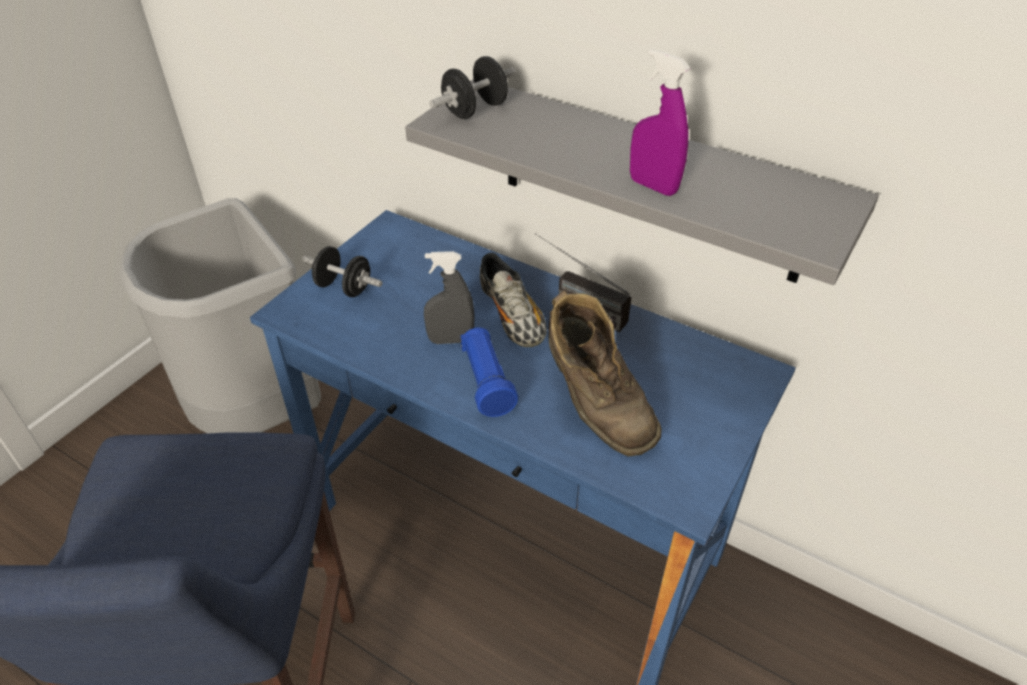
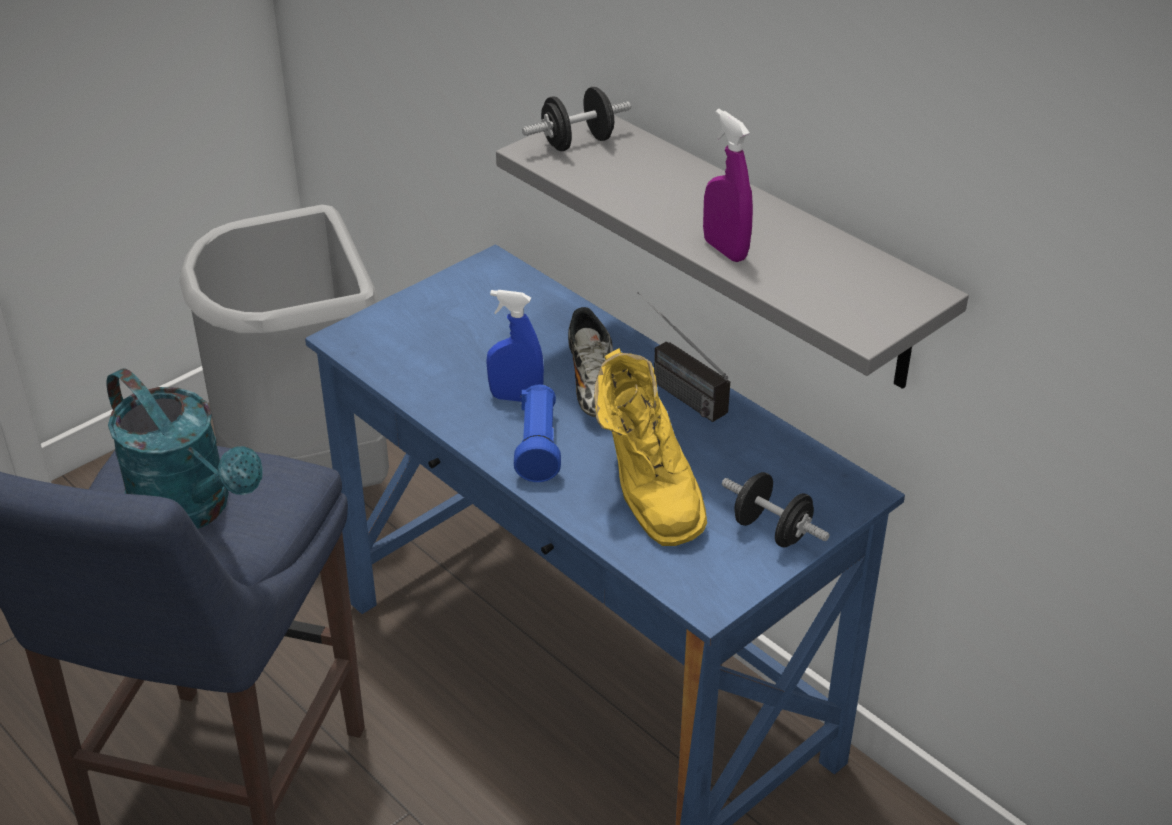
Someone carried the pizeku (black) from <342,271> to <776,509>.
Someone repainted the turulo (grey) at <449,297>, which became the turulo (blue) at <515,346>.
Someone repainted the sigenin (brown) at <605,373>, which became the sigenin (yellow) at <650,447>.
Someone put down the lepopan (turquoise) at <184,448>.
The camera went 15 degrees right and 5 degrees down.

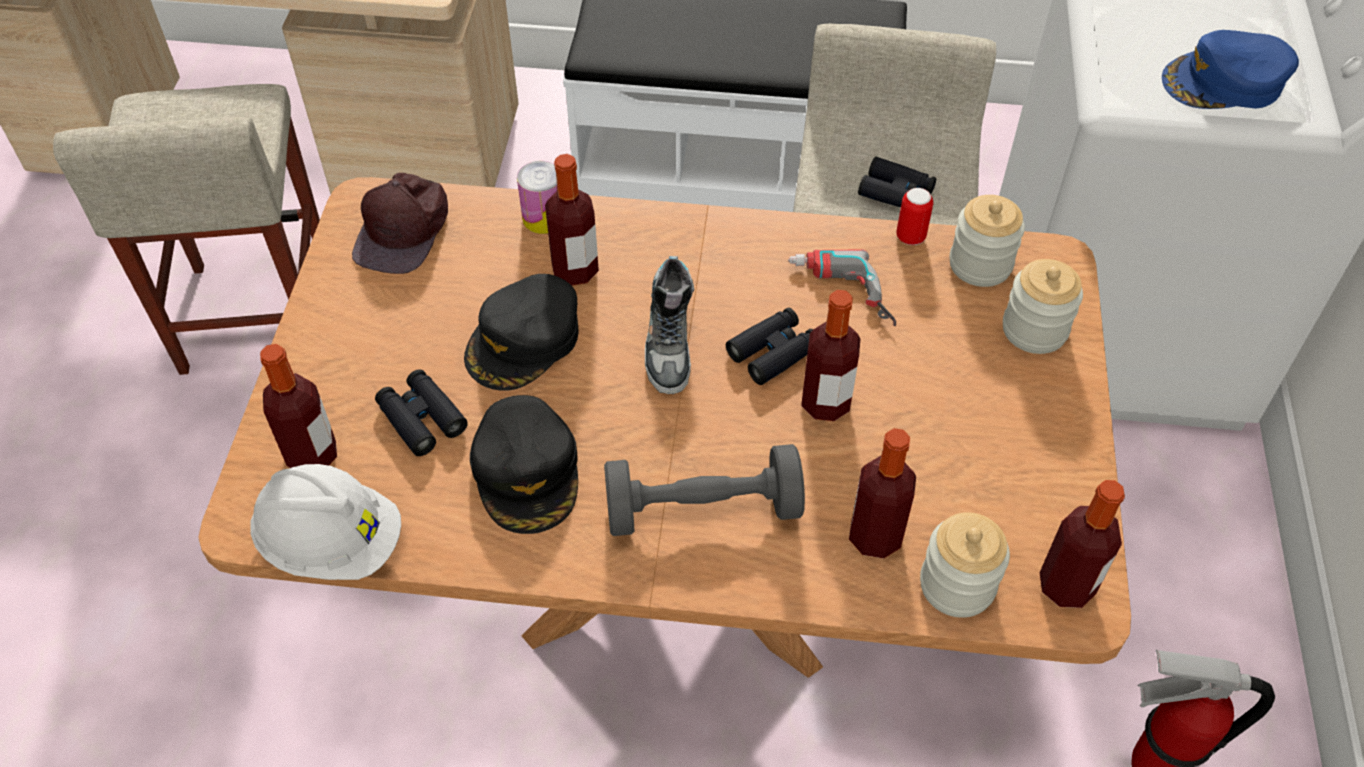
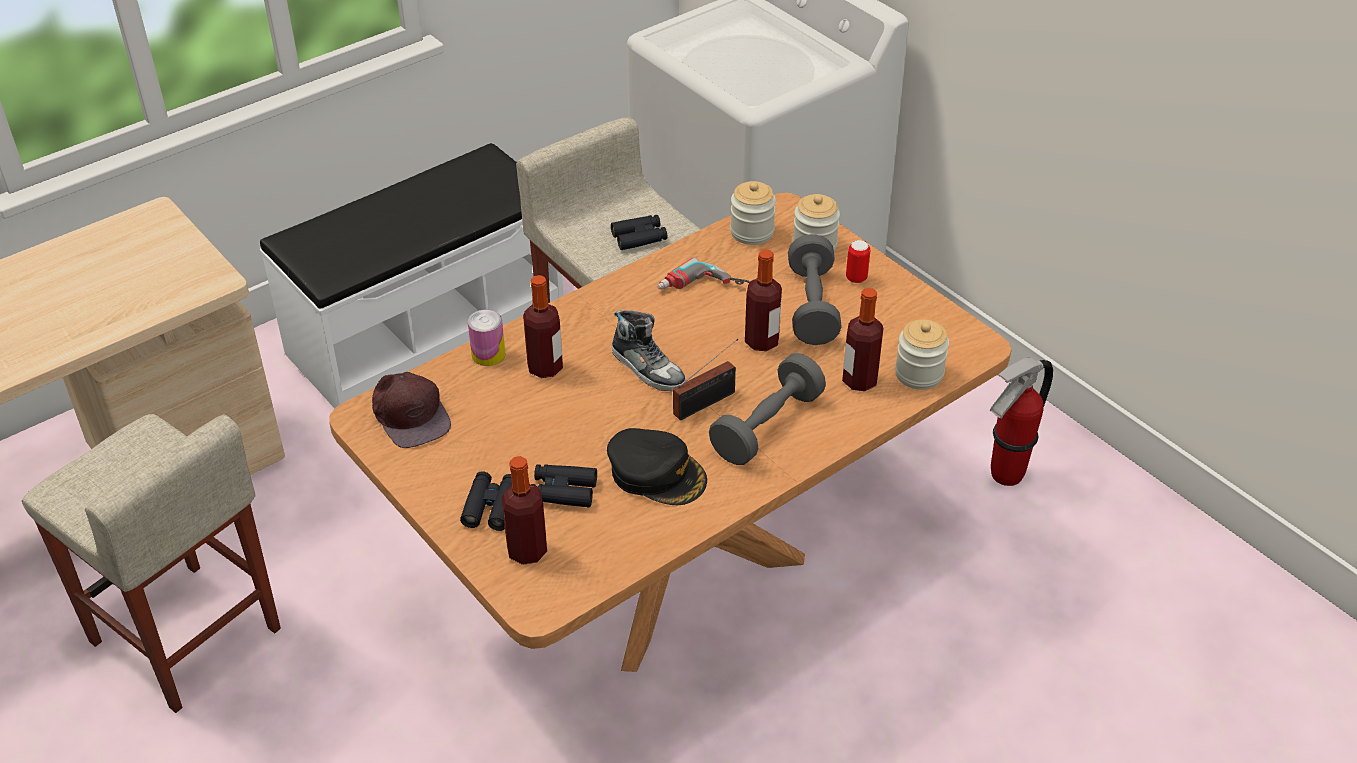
Someone took away the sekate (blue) at <1230,69>.
Someone carried the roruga from <914,216> to <858,261>.
Someone took away the sekate (black) at <521,332>.
Someone carried the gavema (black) from <769,346> to <486,501>.
Someone took away the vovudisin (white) at <325,522>.
Someone took away the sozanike at <1082,544>.
Someone put down the pizeku (grey) at <815,289>.
Someone put down the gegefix at <705,379>.
The camera went 45 degrees left and 10 degrees down.

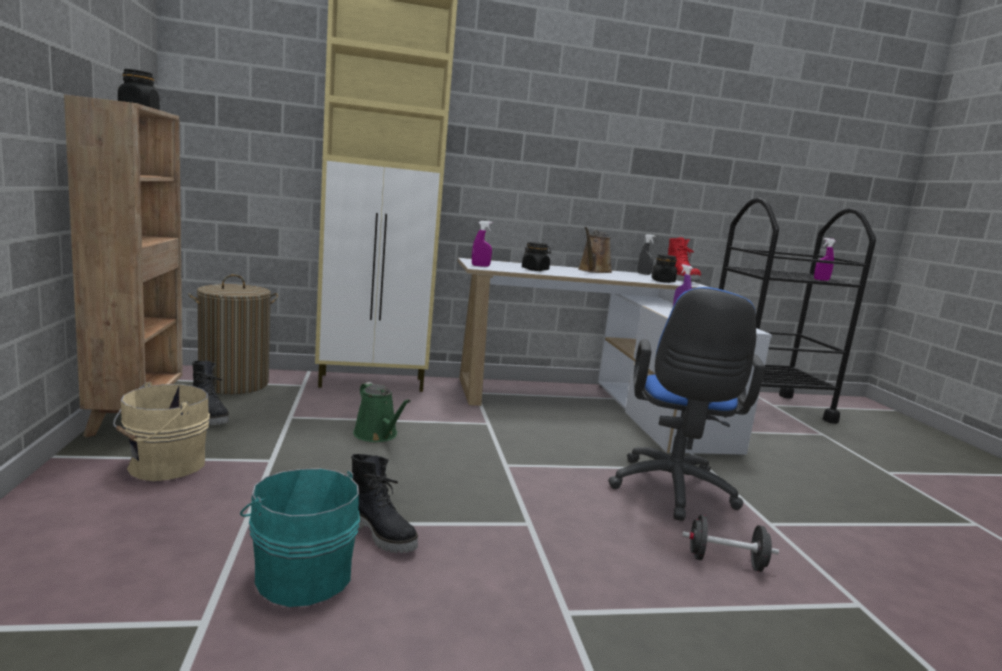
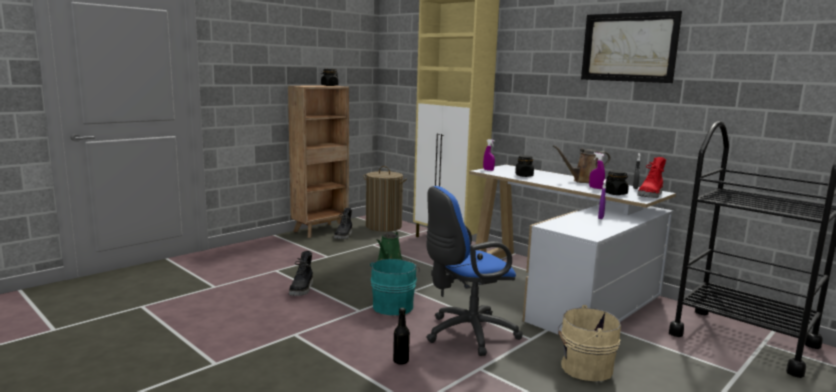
Someone carried the turulo (purple) from <825,259> to <597,171>.
Someone carried the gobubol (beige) from <161,431> to <589,343>.
Someone carried the gobubol (turquoise) from <300,537> to <395,287>.
Someone swapped the pizeku (black) at <730,543> for the sozanike (black) at <401,336>.
Someone put up the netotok at <631,47>.
The camera went 55 degrees right and 0 degrees up.

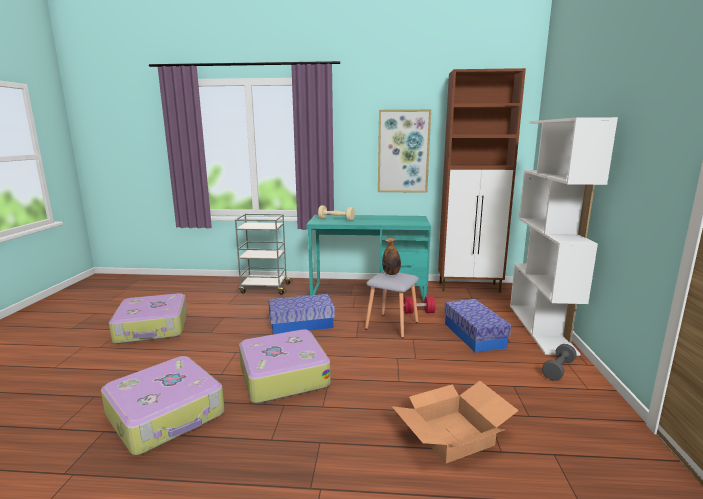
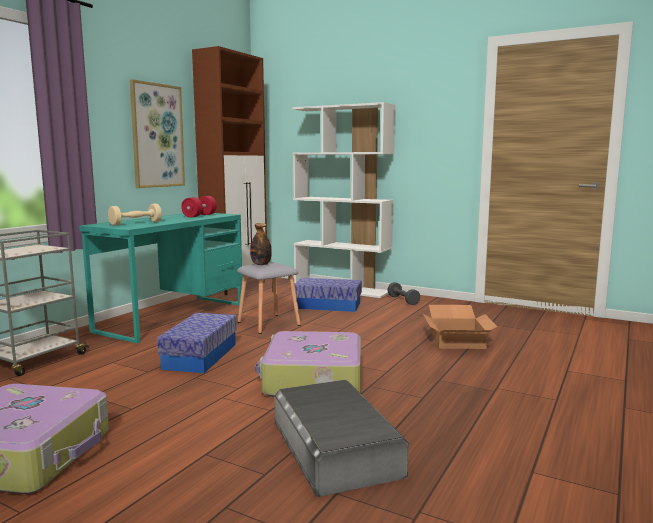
Someone carried the pizeku (red) from <419,305> to <199,207>.
Someone swapped the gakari at <163,405> for the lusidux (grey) at <342,438>.
The camera went 65 degrees left and 5 degrees down.

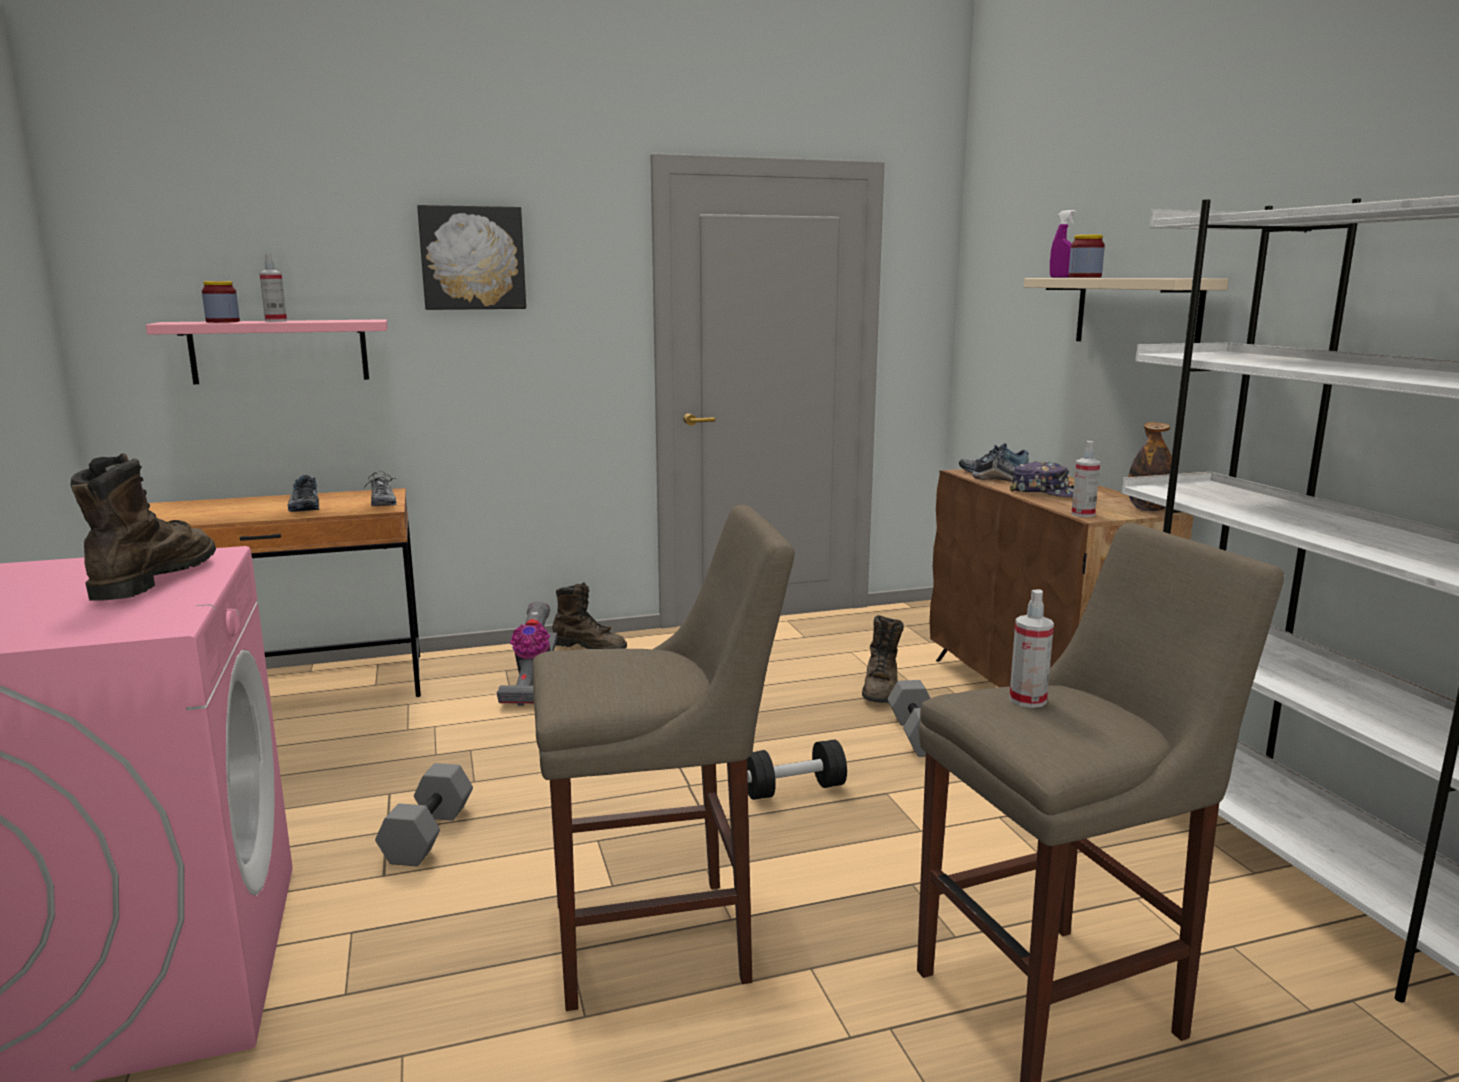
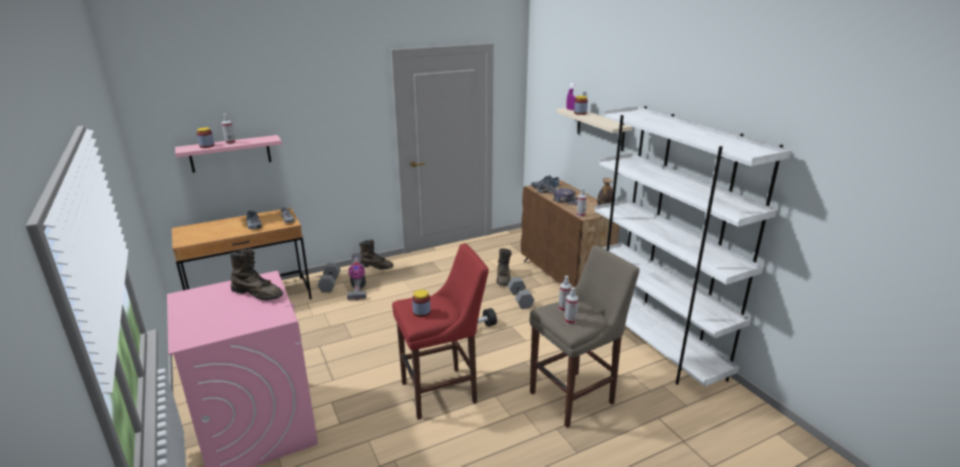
Someone took away the netotok at <471,257>.
Someone rotated the sigenin (brown) at <143,527> by 120 degrees clockwise.
Someone repainted the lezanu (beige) at <663,758>, which became the lezanu (red) at <440,331>.
Someone carried the pizeku (grey) from <424,814> to <329,278>.
Someone put down the turulo at <571,306>.
Someone put down the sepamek at <421,303>.
The camera went 10 degrees left and 10 degrees up.

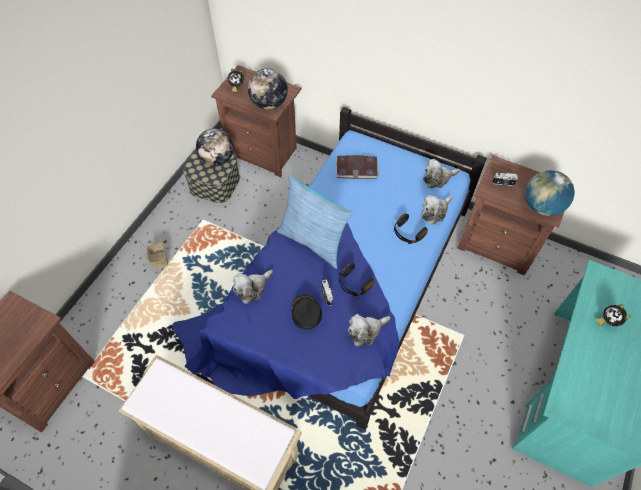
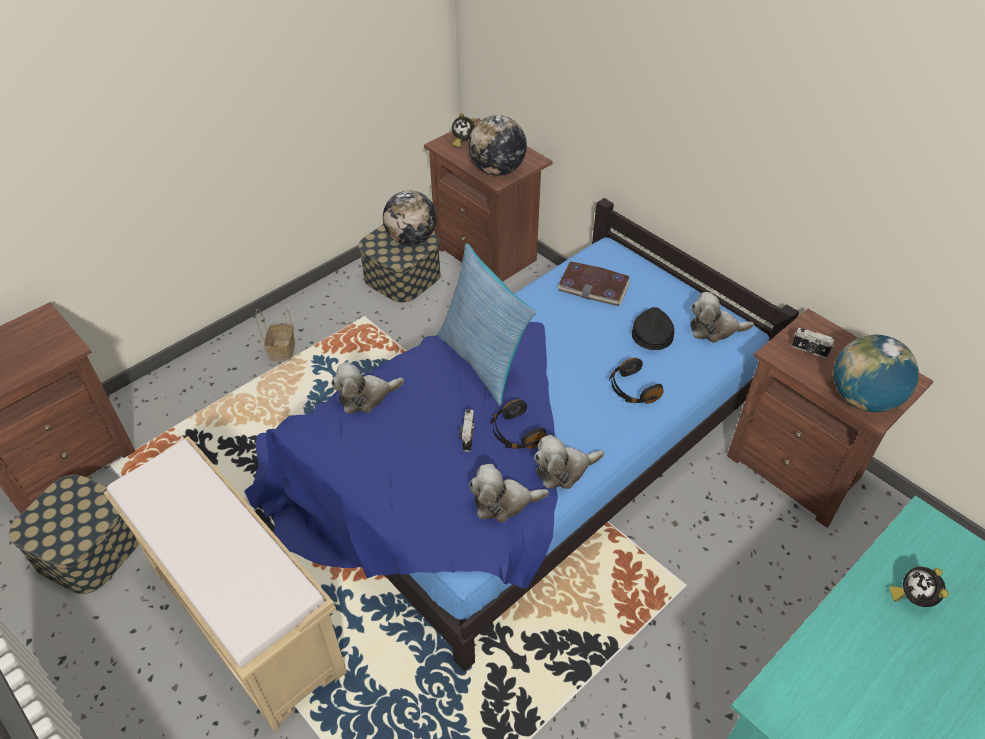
Someone carried the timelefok from <437,210> to <569,462>.
Someone carried the sekate (black) from <307,312> to <653,328>.
Someone put down the lusidux at <74,534>.
The camera went 20 degrees right and 10 degrees down.

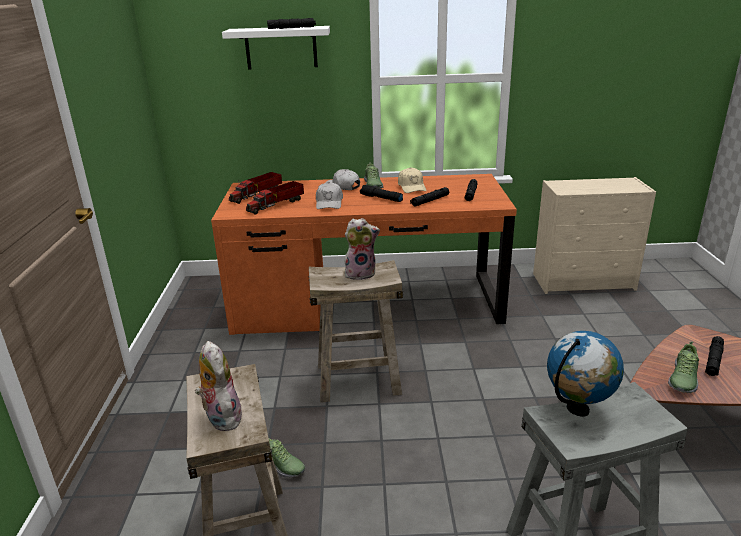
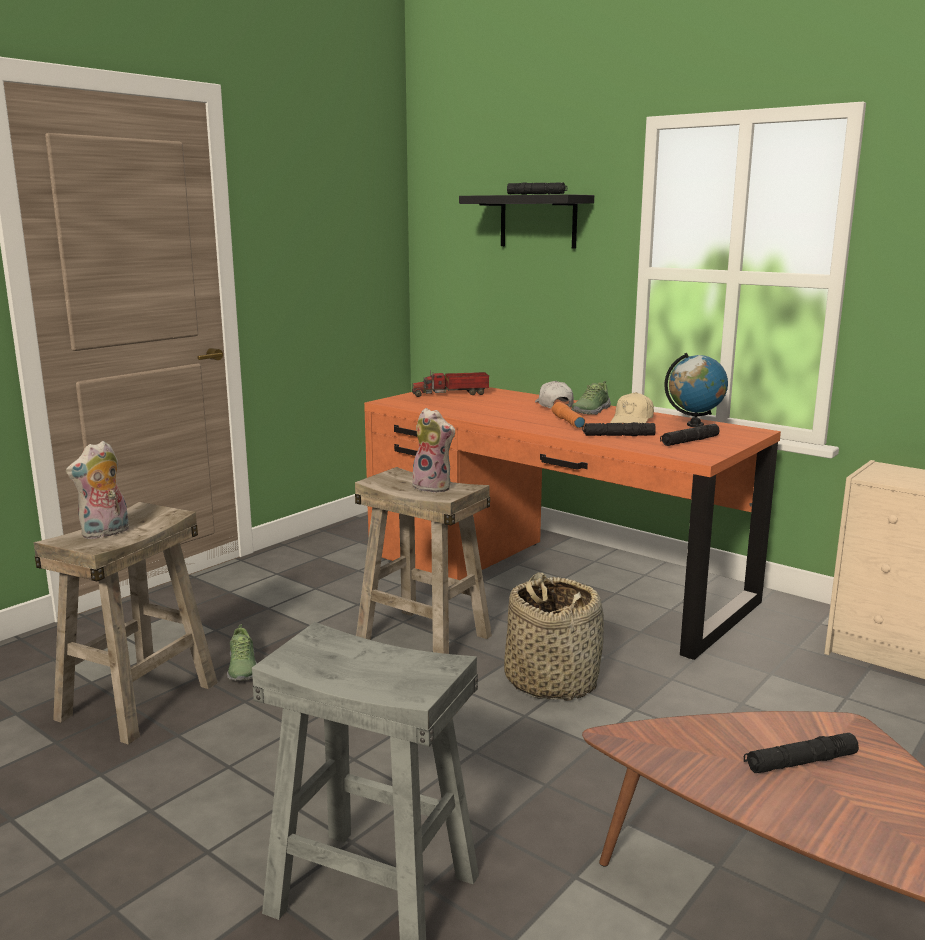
Someone repainted the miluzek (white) at <276,47>, which became the miluzek (black) at <526,221>.
Someone took away the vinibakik at <275,197>.
Someone took away the sekate (white) at <329,195>.
Someone repainted the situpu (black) at <381,193>, which became the situpu (orange) at <568,415>.
Someone carried the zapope from <585,374> to <696,390>.
Someone rotated the timelefok at <218,386> by 150 degrees counterclockwise.
Someone took away the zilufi at <683,367>.
Someone put down the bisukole at <554,637>.
The camera went 40 degrees right and 10 degrees down.

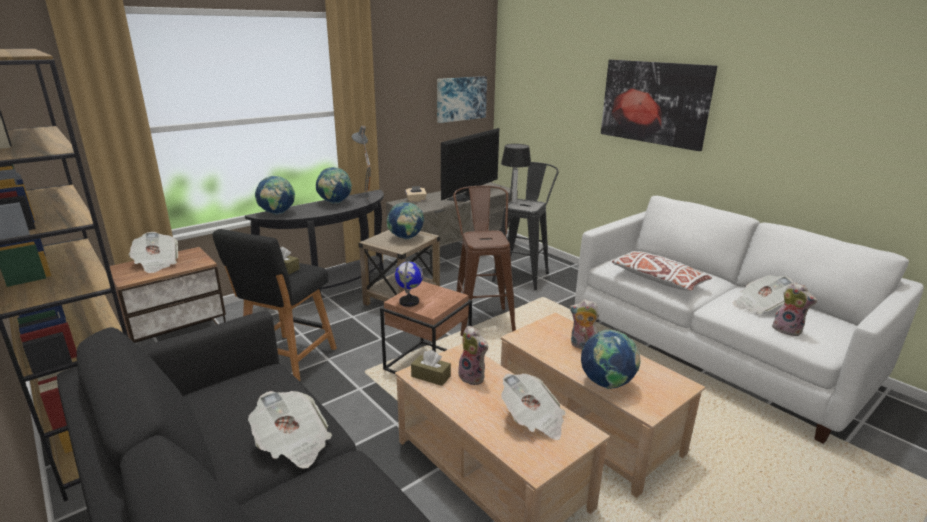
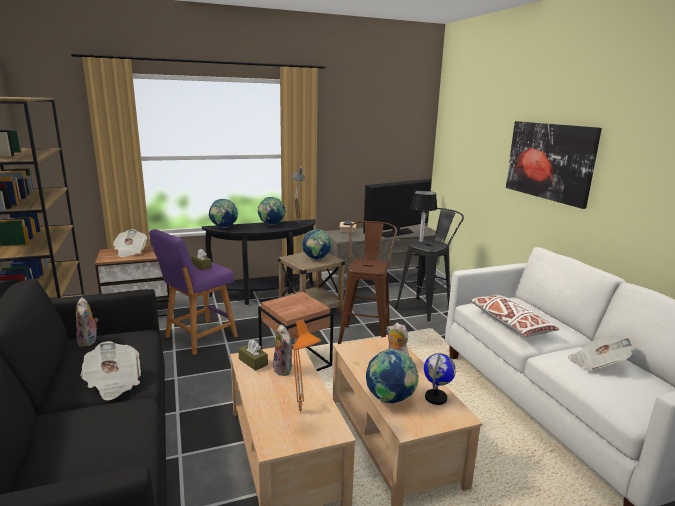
Someone took away the netotok at <462,99>.
Someone repainted the lezanu (black) at <275,305>, which became the lezanu (purple) at <193,292>.
Someone carried the zapope from <409,284> to <440,379>.
Someone carried the timelefok from <794,309> to <87,322>.
Someone swapped the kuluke at <533,406> for the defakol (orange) at <307,366>.
The camera went 20 degrees right and 5 degrees down.

